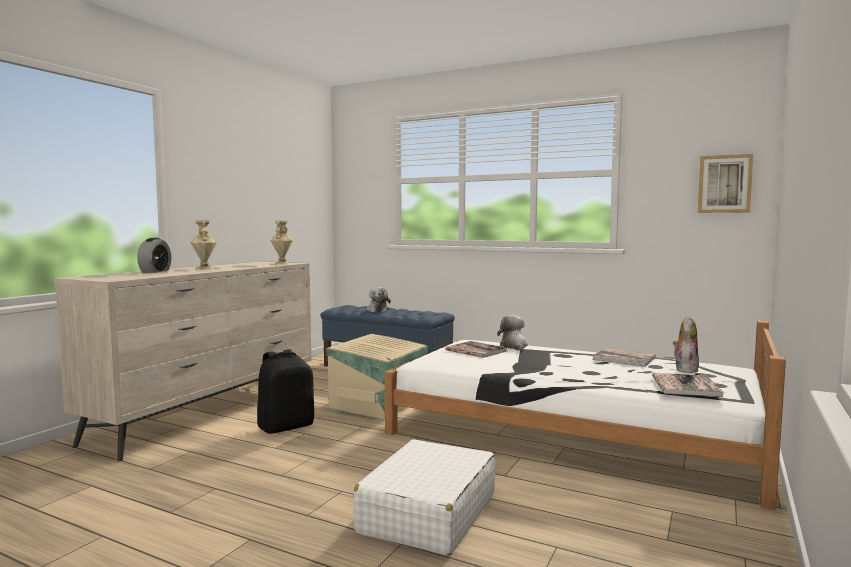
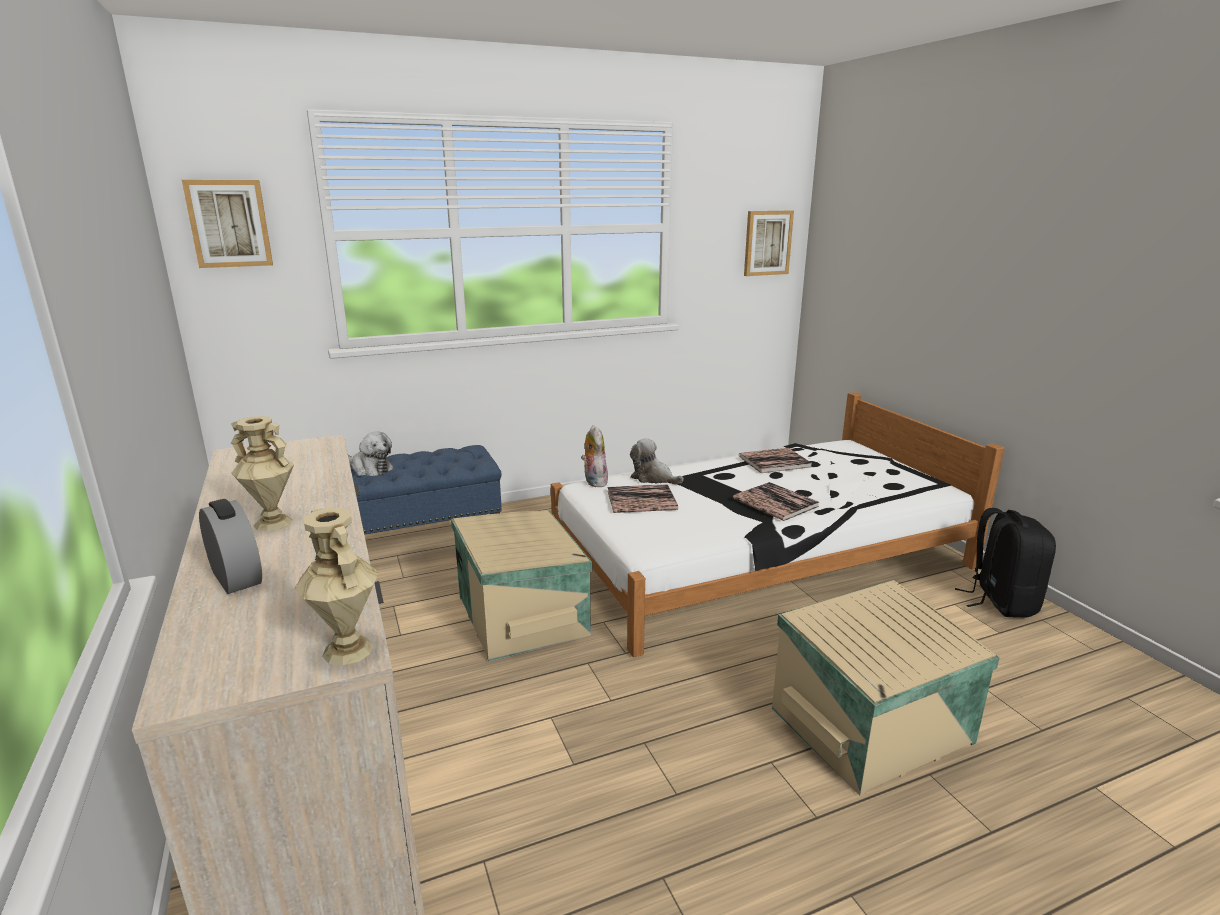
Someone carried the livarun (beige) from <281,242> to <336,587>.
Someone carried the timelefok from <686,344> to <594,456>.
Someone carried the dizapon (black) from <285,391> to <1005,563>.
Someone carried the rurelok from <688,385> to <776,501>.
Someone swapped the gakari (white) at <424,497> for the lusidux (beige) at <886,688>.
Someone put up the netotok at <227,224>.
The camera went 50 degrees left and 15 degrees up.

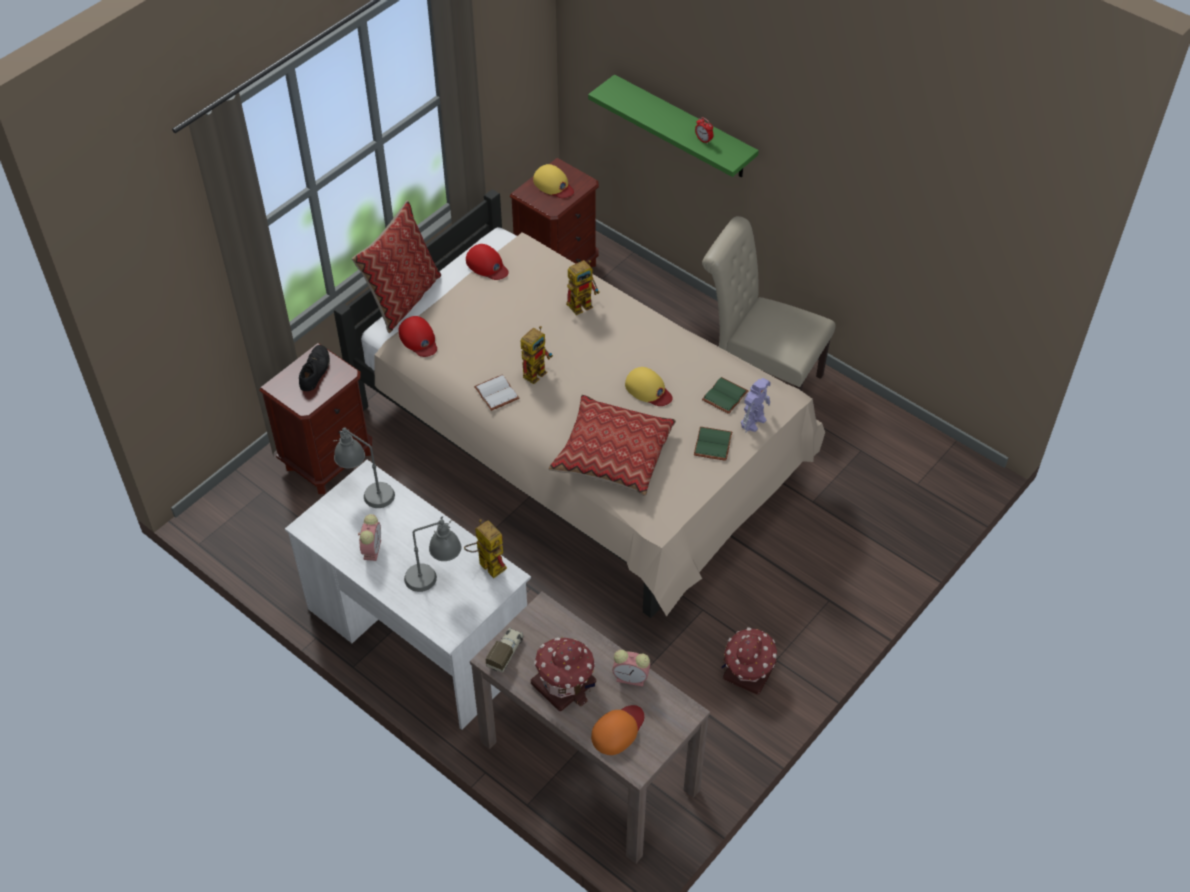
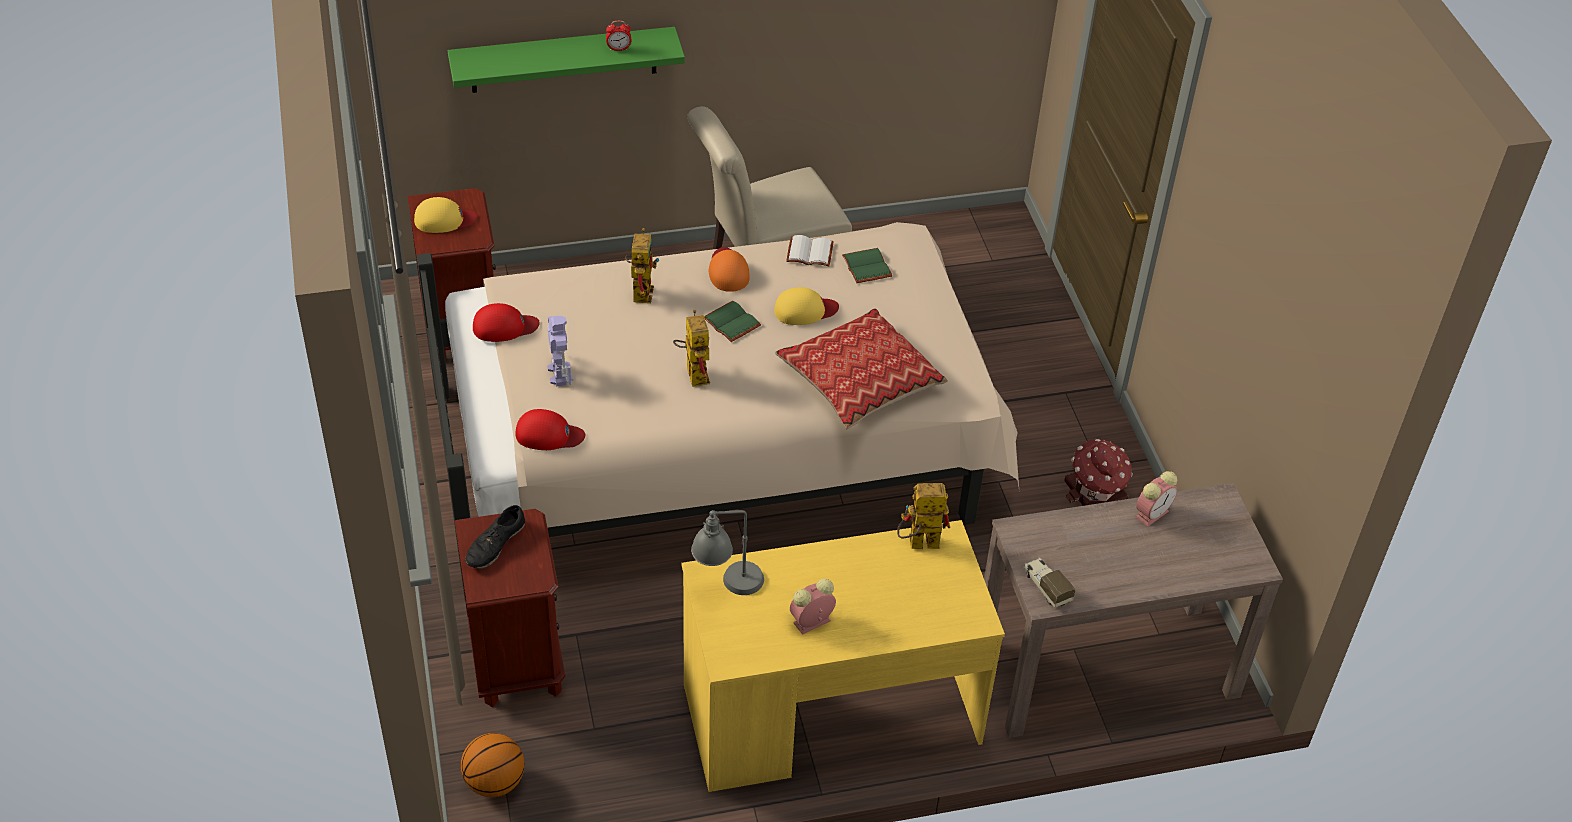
Someone took away the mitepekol at <396,266>.
Someone rotated the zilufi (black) at <314,368> by 105 degrees counterclockwise.
Someone carried the rurelok (white) from <496,393> to <810,251>.
Someone carried the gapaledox from <756,405> to <560,351>.
Someone carried the rurelok (green) from <713,444> to <732,321>.
Someone repainted the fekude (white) at <408,595>, which became the fekude (yellow) at <843,656>.
Someone rotated the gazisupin at <369,537> by 75 degrees counterclockwise.
Someone took away the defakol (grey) at <432,554>.
Someone took away the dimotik at <563,674>.
Someone carried the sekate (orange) from <617,730> to <729,269>.
Someone put down the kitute at <493,765>.
The camera went 55 degrees left and 5 degrees down.

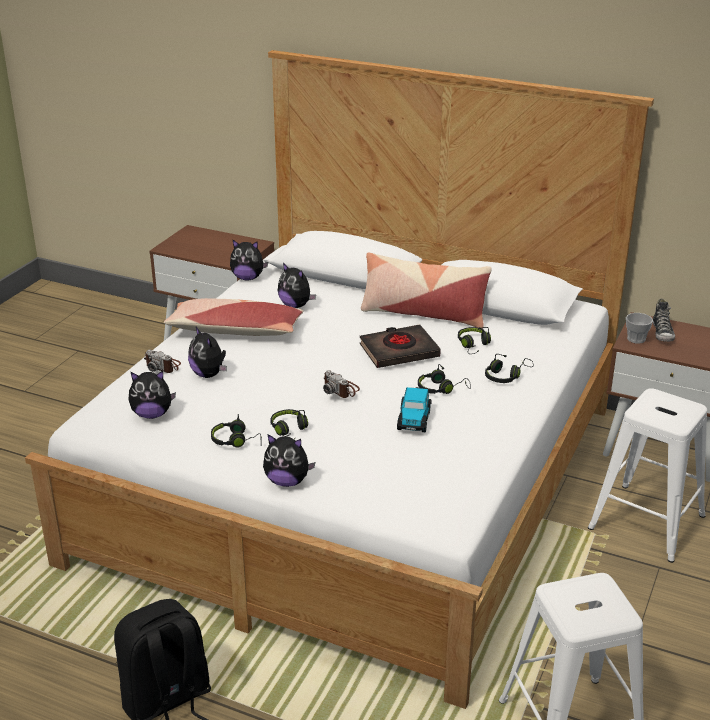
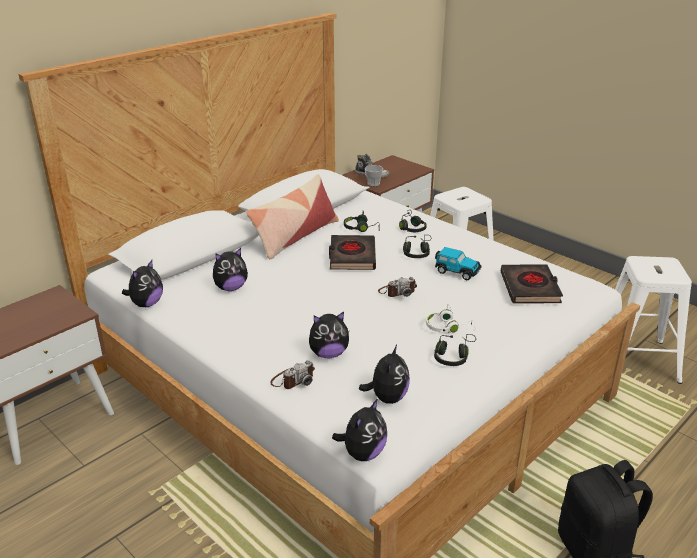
Someone took away the mitepekol at <233,317>.
Someone repainted the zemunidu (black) at <289,424>, which became the zemunidu (white) at <450,318>.
Someone carried the timelefok from <289,460> to <359,429>.
Someone put down the rurelok (black) at <532,284>.
The camera went 70 degrees left and 0 degrees up.

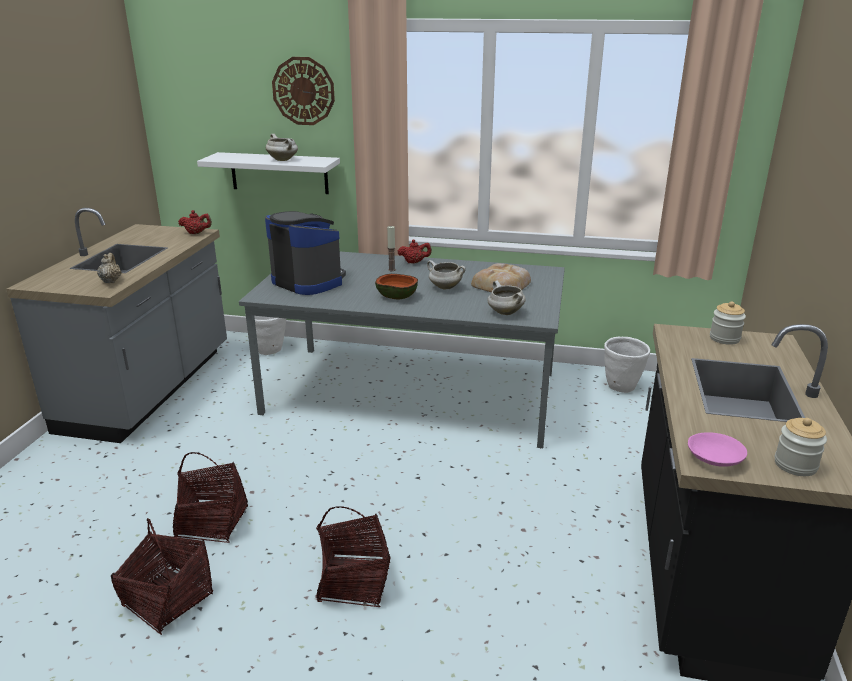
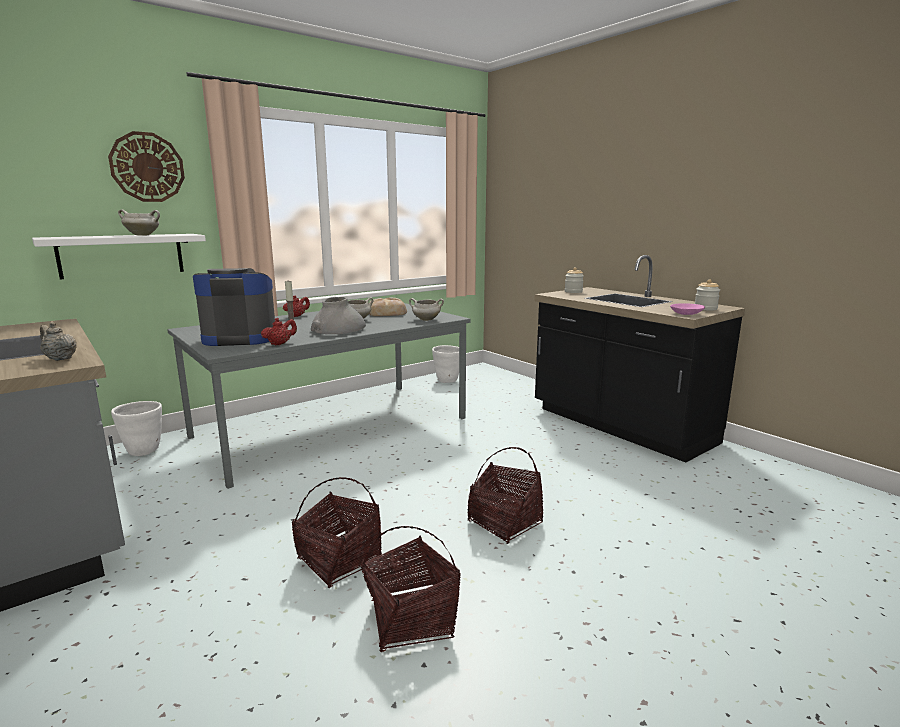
Someone carried the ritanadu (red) from <195,222> to <279,332>.
Someone swapped the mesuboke at <396,286> for the livarun (grey) at <338,315>.
The camera went 50 degrees left and 10 degrees down.

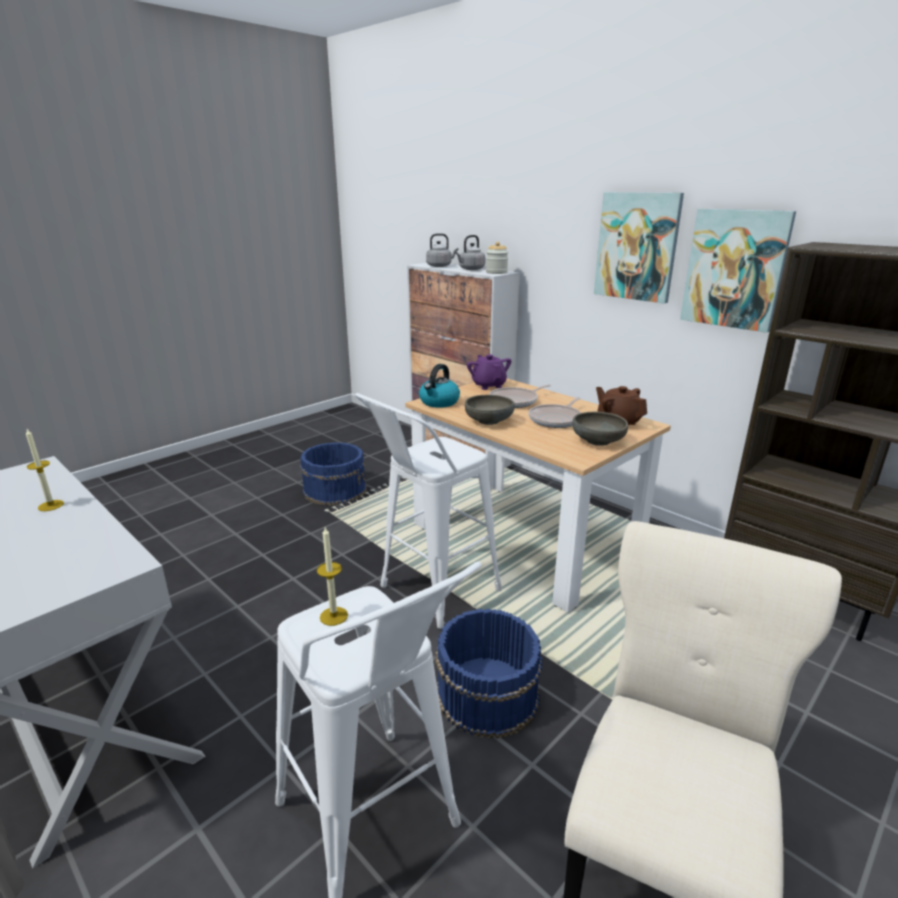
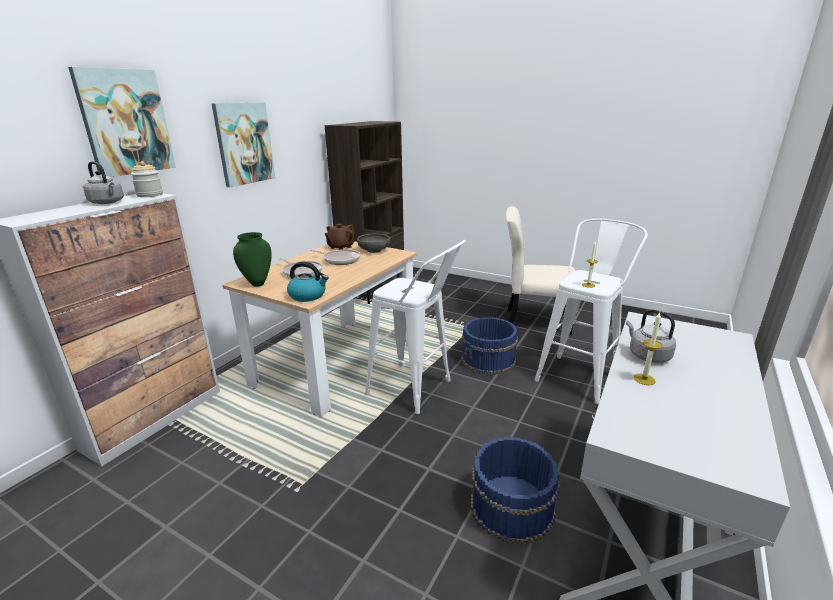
Someone carried the netotok from <738,271> to <122,122>.
Someone carried the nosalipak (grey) from <442,250> to <651,336>.
Someone swapped the ritanadu (purple) at <489,372> for the livarun (green) at <252,259>.
Someone took away the mesuboke (grey) at <490,410>.
Someone carried the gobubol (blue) from <333,474> to <515,490>.
The camera went 105 degrees left and 0 degrees up.

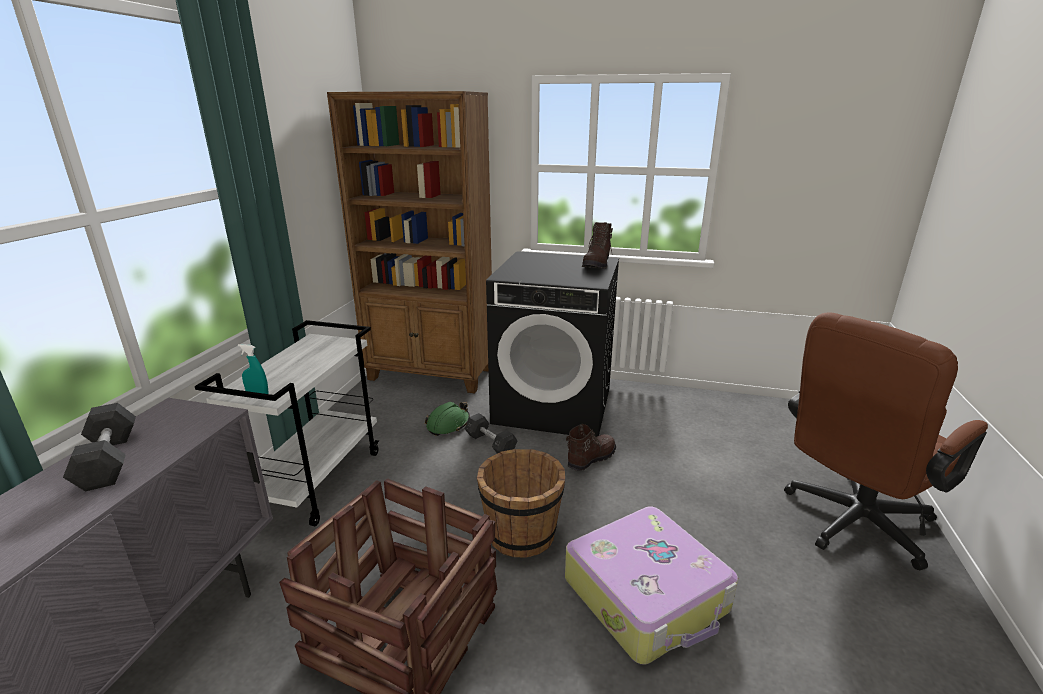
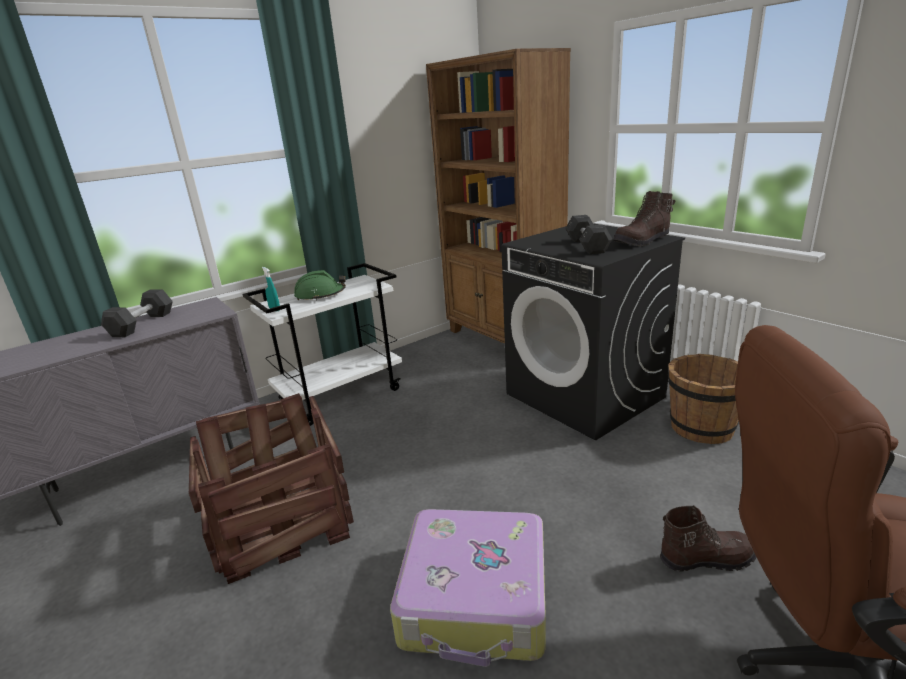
Someone carried the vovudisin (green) from <447,419> to <320,285>.
Someone carried the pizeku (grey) from <491,433> to <589,234>.
Someone carried the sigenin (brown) from <591,447> to <708,538>.
Someone carried the gobubol (brown) from <521,503> to <703,399>.
The camera went 40 degrees right and 0 degrees up.

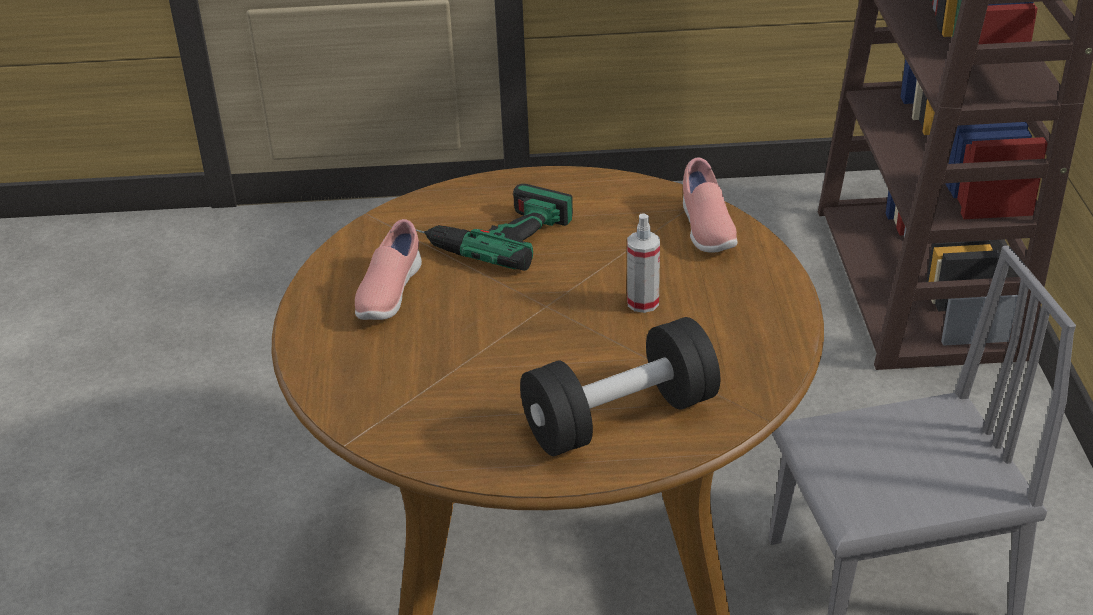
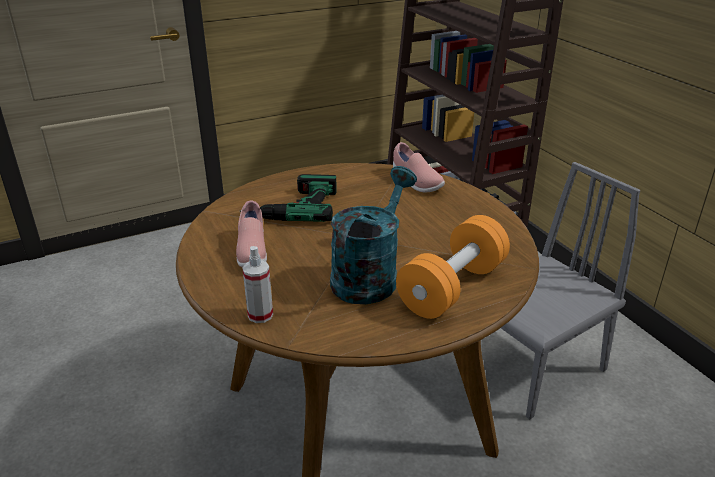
Someone carried the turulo from <643,263> to <257,284>.
Someone repainted the pizeku (black) at <620,386>, which became the pizeku (orange) at <453,267>.
Someone put down the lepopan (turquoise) at <373,235>.
The camera went 25 degrees left and 5 degrees down.

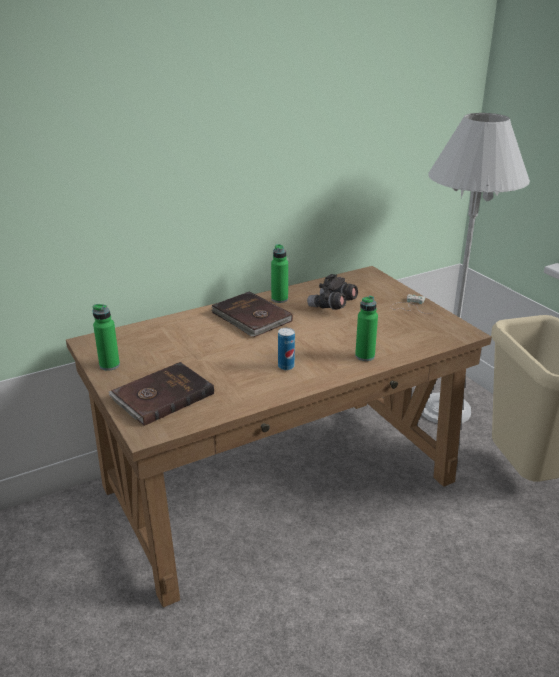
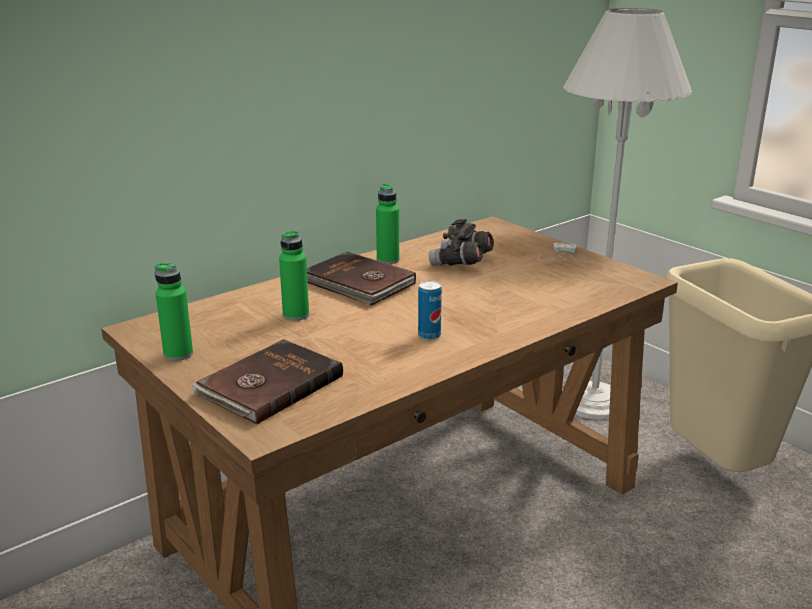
Someone carried the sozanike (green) from <366,328> to <294,275>.
The camera went 10 degrees left and 5 degrees down.

